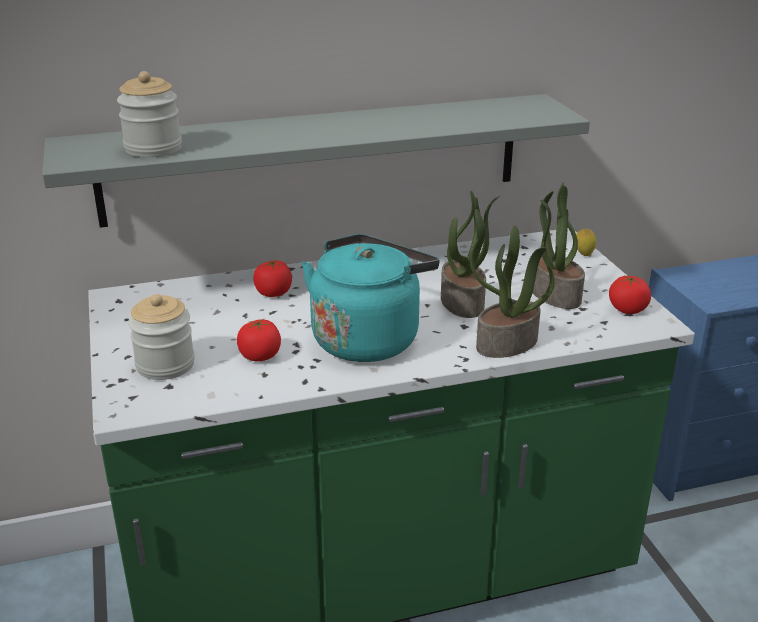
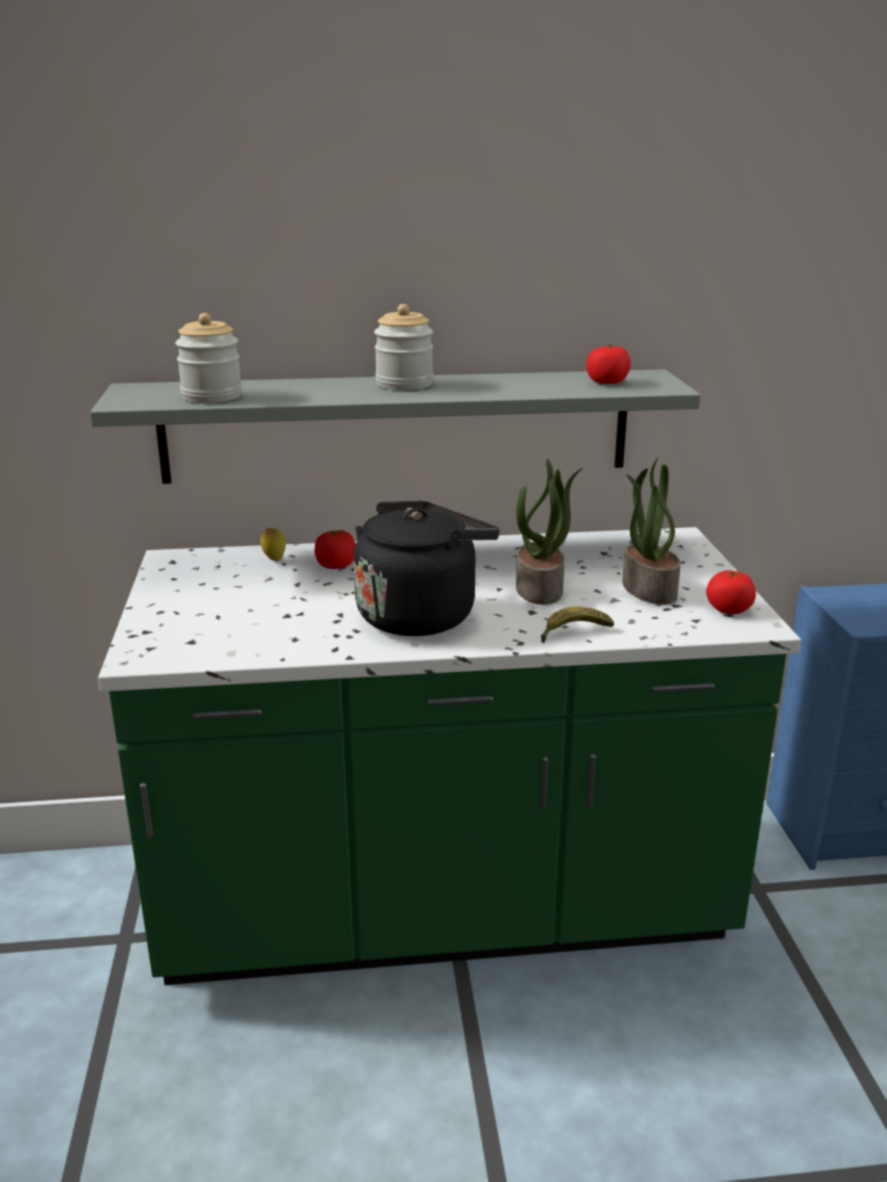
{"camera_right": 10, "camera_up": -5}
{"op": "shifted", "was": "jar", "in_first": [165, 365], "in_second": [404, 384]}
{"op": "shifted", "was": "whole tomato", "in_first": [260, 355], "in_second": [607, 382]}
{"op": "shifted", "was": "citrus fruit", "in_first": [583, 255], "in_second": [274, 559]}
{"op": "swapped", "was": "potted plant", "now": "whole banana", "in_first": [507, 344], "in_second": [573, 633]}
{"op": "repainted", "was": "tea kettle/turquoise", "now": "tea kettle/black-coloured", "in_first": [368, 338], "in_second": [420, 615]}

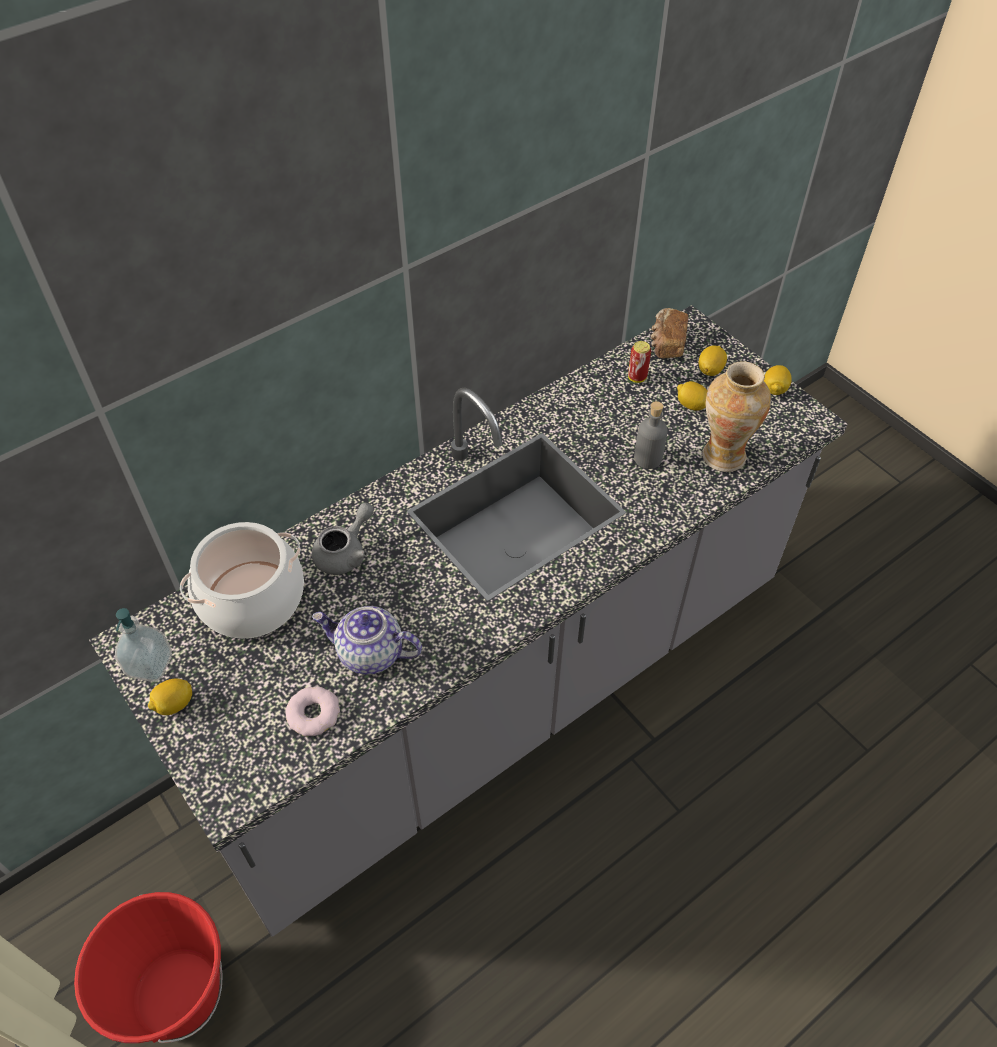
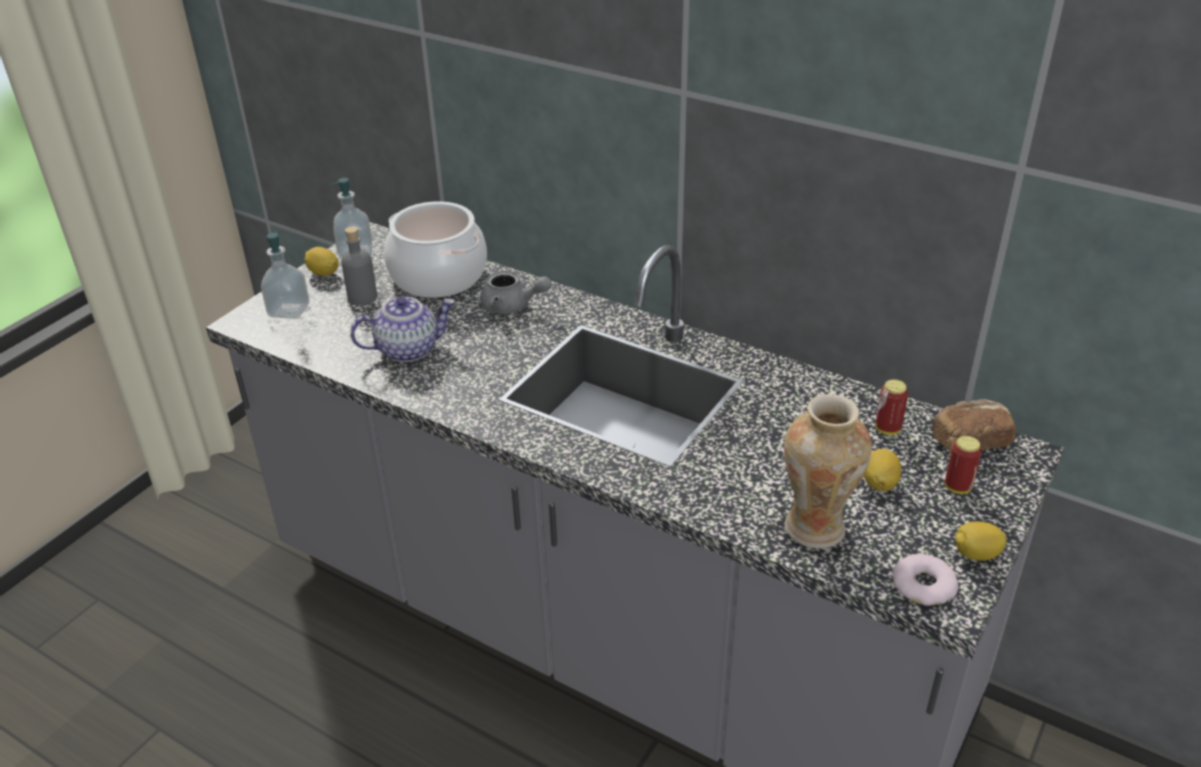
{"camera_right": 70, "camera_up": -15}
{"op": "gone", "was": "water bucket/red", "in_first": [177, 993]}
{"op": "new", "now": "liquid soap bottle", "in_second": [289, 310]}
{"op": "shifted", "was": "doughnut", "in_first": [313, 714], "in_second": [924, 585]}
{"op": "shifted", "was": "beverage bottle/gray", "in_first": [647, 458], "in_second": [362, 297]}
{"op": "swapped", "was": "citrus fruit", "now": "sealed can", "in_first": [710, 370], "in_second": [957, 487]}
{"op": "rotated", "was": "teapot", "in_first": [369, 653], "in_second": [408, 349], "clockwise": 75}

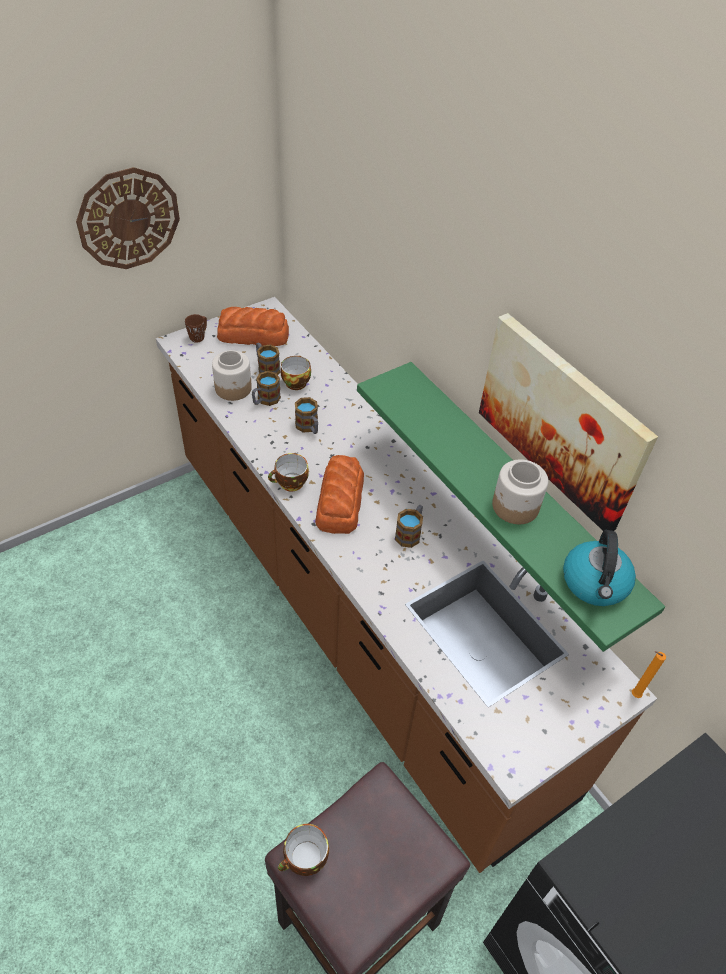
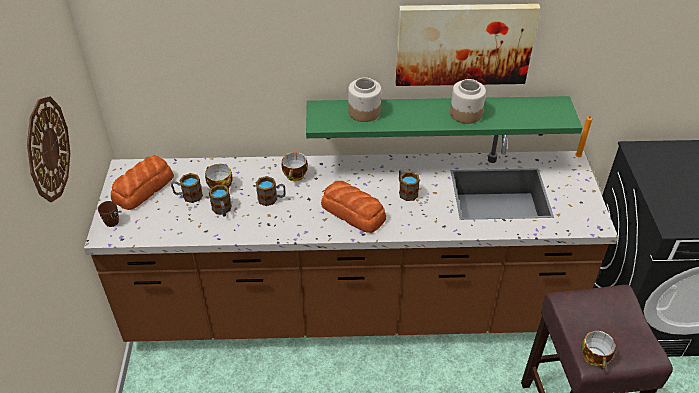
{"camera_right": -55, "camera_up": -5}
{"op": "gone", "was": "tea kettle", "in_first": [595, 583]}
{"op": "shifted", "was": "jar", "in_first": [233, 388], "in_second": [364, 112]}
{"op": "shifted", "was": "small cup", "in_first": [290, 484], "in_second": [295, 176]}

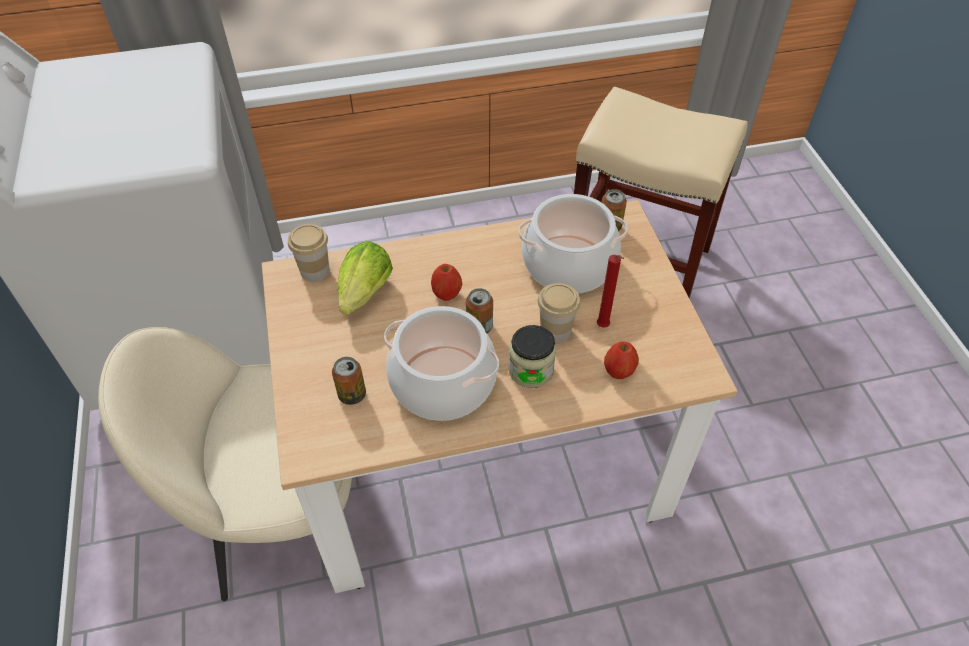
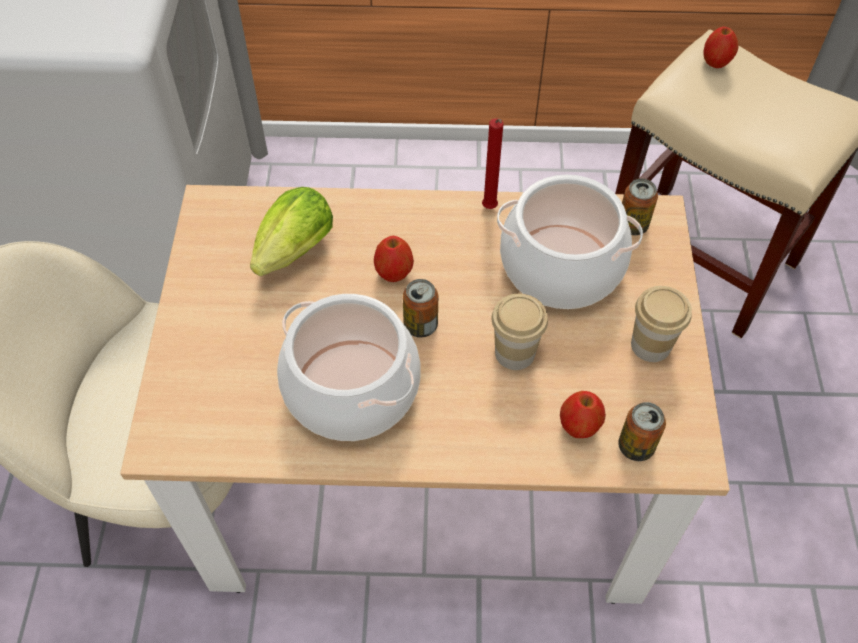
{"camera_right": 15, "camera_up": 5}
{"op": "gone", "was": "jar", "in_first": [531, 370]}
{"op": "new", "now": "apple fruit", "in_second": [716, 62]}
{"op": "shifted", "was": "small cup", "in_first": [315, 271], "in_second": [650, 345]}
{"op": "shifted", "was": "sealed can", "in_first": [352, 395], "in_second": [636, 446]}
{"op": "shifted", "was": "wax candle/red", "in_first": [603, 327], "in_second": [490, 209]}

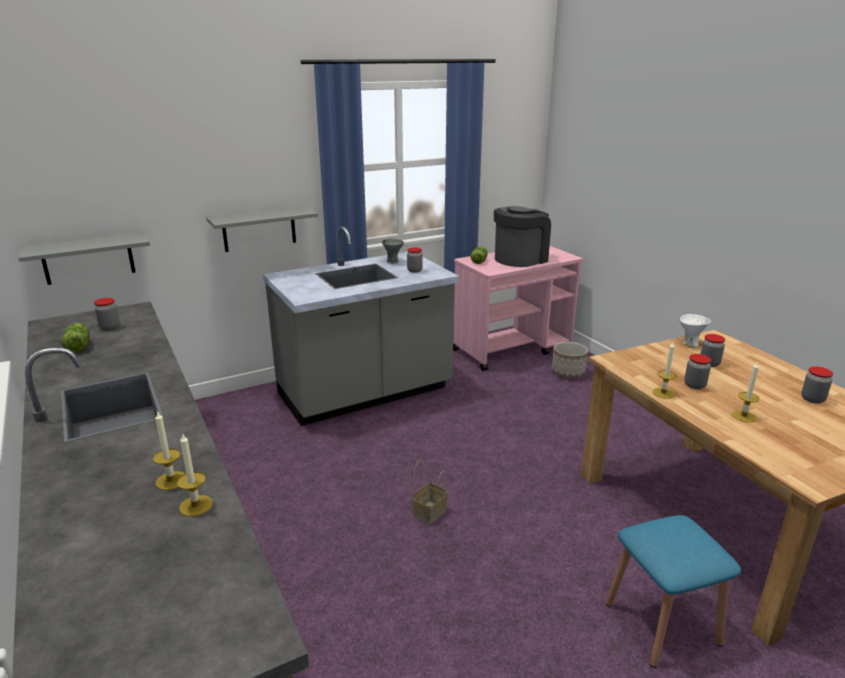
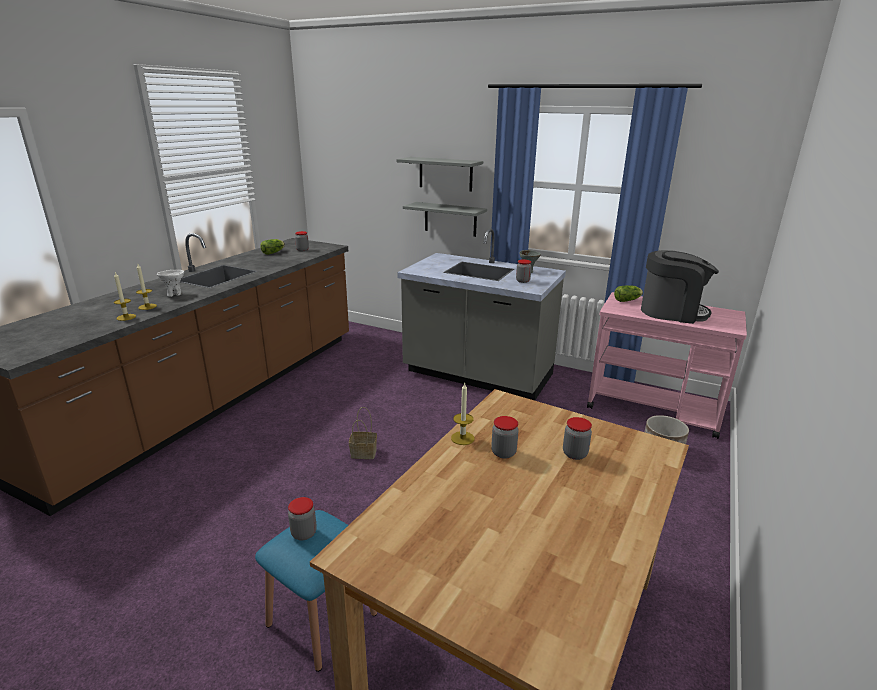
{"camera_right": 55, "camera_up": 0}
{"op": "gone", "was": "wax candle", "in_first": [744, 416]}
{"op": "shifted", "was": "wall shelf/gray", "in_first": [88, 258], "in_second": [445, 174]}
{"op": "shifted", "was": "serving bowl/white", "in_first": [690, 344], "in_second": [174, 294]}
{"op": "shifted", "was": "jar", "in_first": [812, 399], "in_second": [304, 533]}

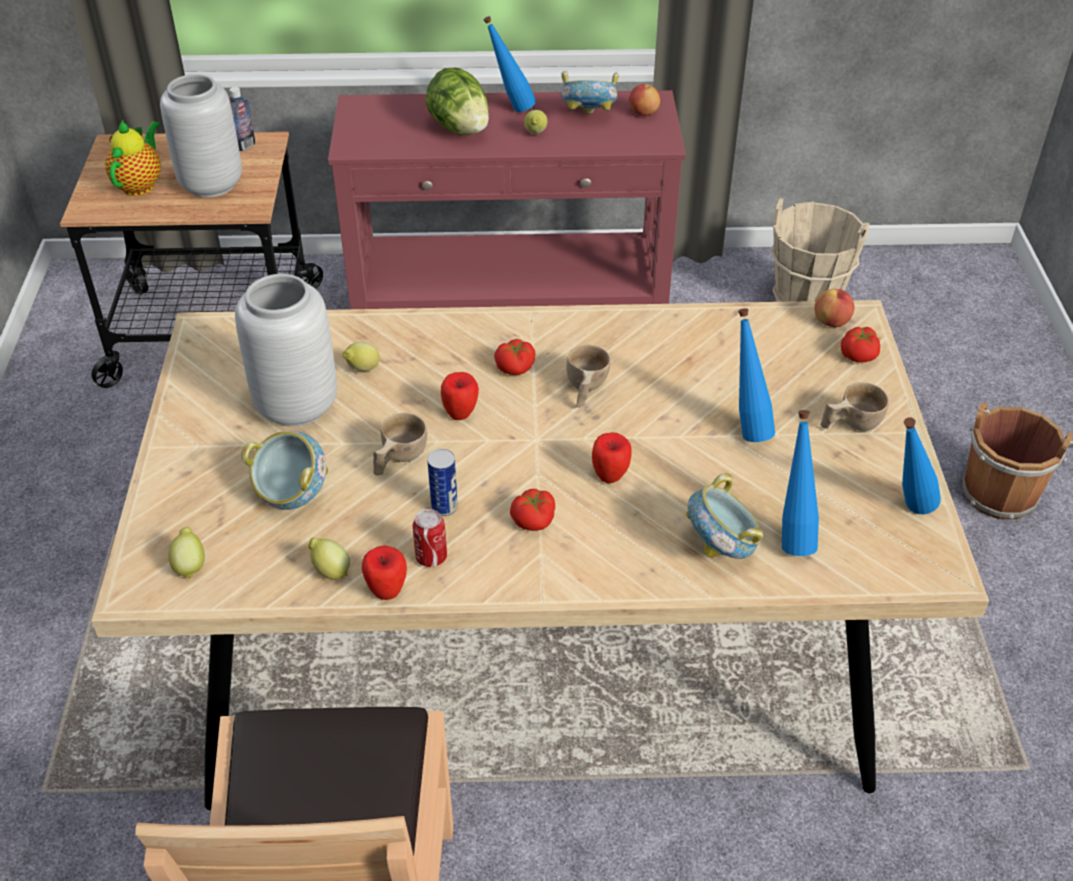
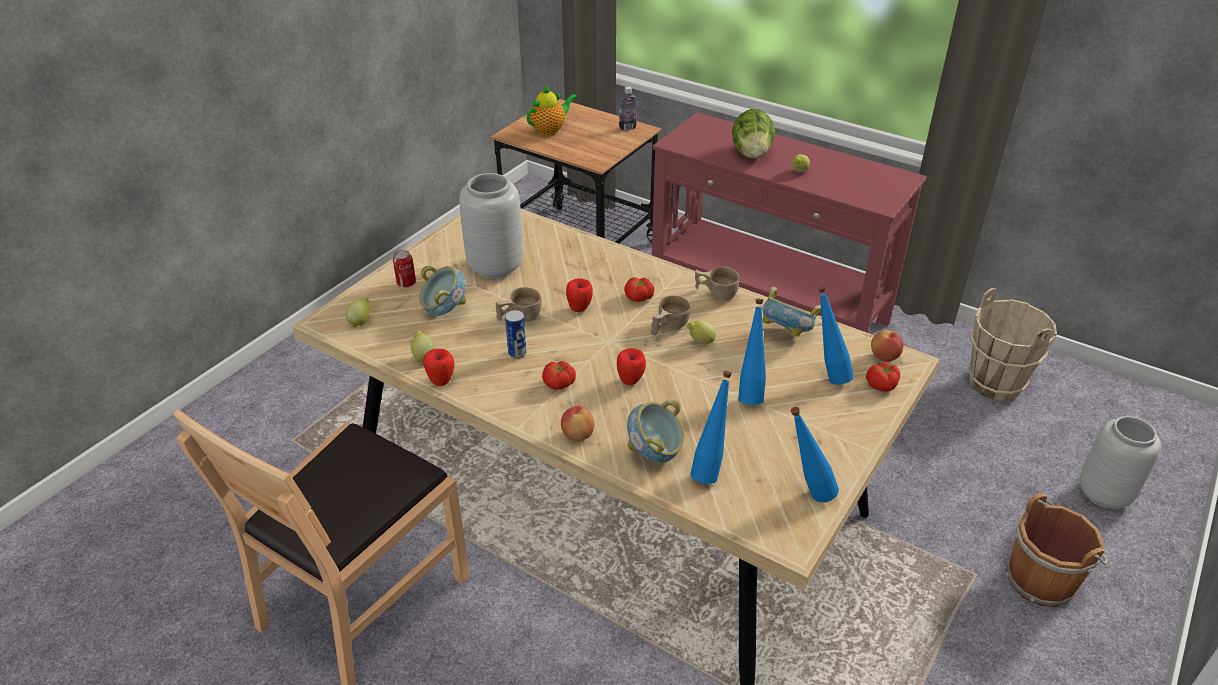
{"camera_right": 35, "camera_up": -5}
{"op": "shifted", "was": "decorative vase/gray", "in_first": [212, 185], "in_second": [1105, 495]}
{"op": "shifted", "was": "citrus fruit", "in_first": [362, 369], "in_second": [700, 342]}
{"op": "shifted", "was": "sealed can", "in_first": [431, 557], "in_second": [406, 283]}
{"op": "shifted", "was": "beverage bottle/blue-coloured", "in_first": [511, 108], "in_second": [827, 375]}
{"op": "shifted", "was": "serving bowl", "in_first": [589, 116], "in_second": [786, 334]}
{"op": "shifted", "was": "apple fruit", "in_first": [643, 113], "in_second": [577, 435]}
{"op": "shifted", "was": "small cup/beige", "in_first": [850, 424], "in_second": [715, 293]}

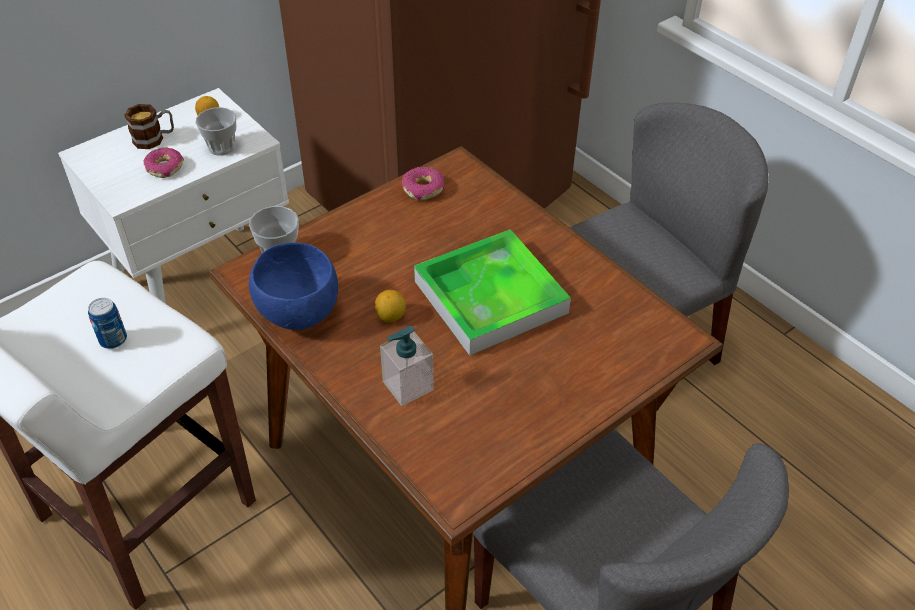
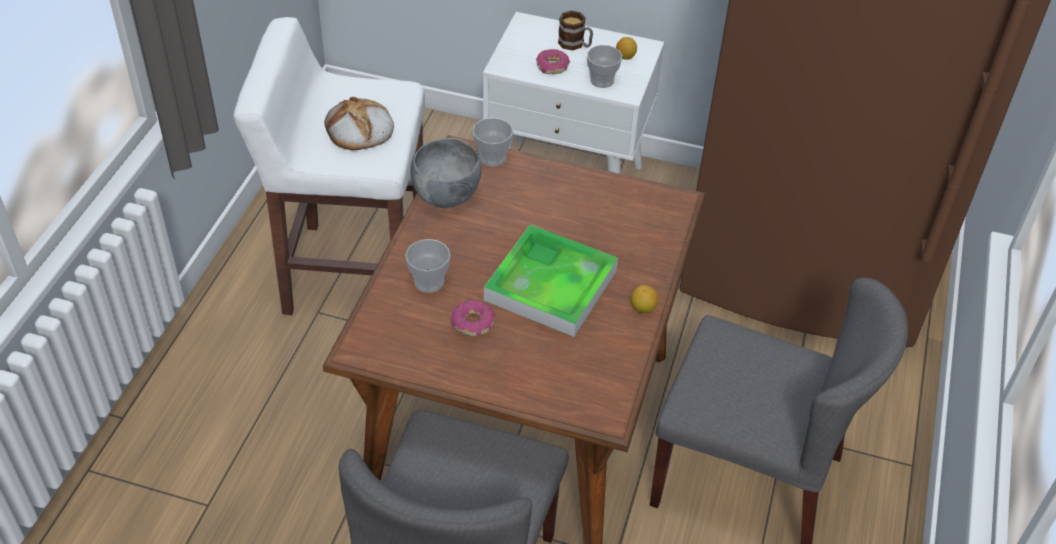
{"camera_right": 55, "camera_up": 0}
{"op": "shifted", "was": "citrus fruit", "in_first": [391, 317], "in_second": [643, 308]}
{"op": "shifted", "was": "doughnut", "in_first": [423, 189], "in_second": [473, 323]}
{"op": "swapped", "was": "sealed can", "now": "bread", "in_first": [113, 340], "in_second": [359, 129]}
{"op": "swapped", "was": "liquid soap bottle", "now": "small cup", "in_first": [407, 386], "in_second": [429, 281]}
{"op": "repainted", "was": "serving bowl/blue-coloured", "now": "serving bowl/gray", "in_first": [298, 314], "in_second": [445, 196]}

